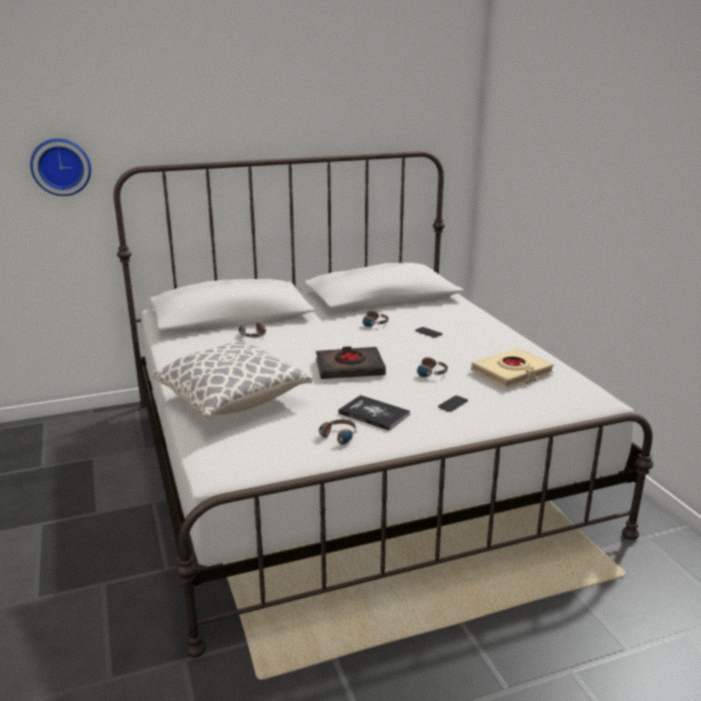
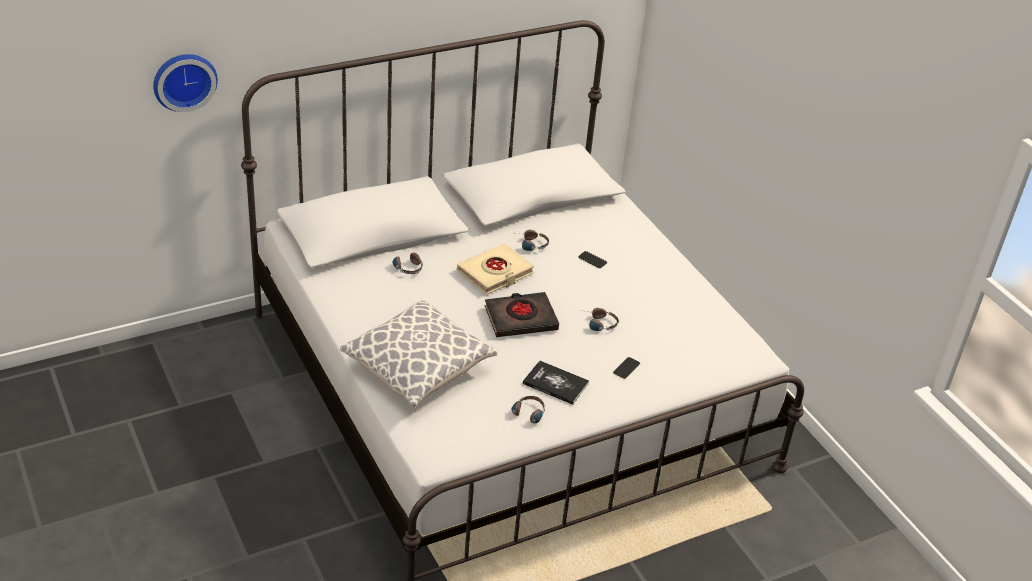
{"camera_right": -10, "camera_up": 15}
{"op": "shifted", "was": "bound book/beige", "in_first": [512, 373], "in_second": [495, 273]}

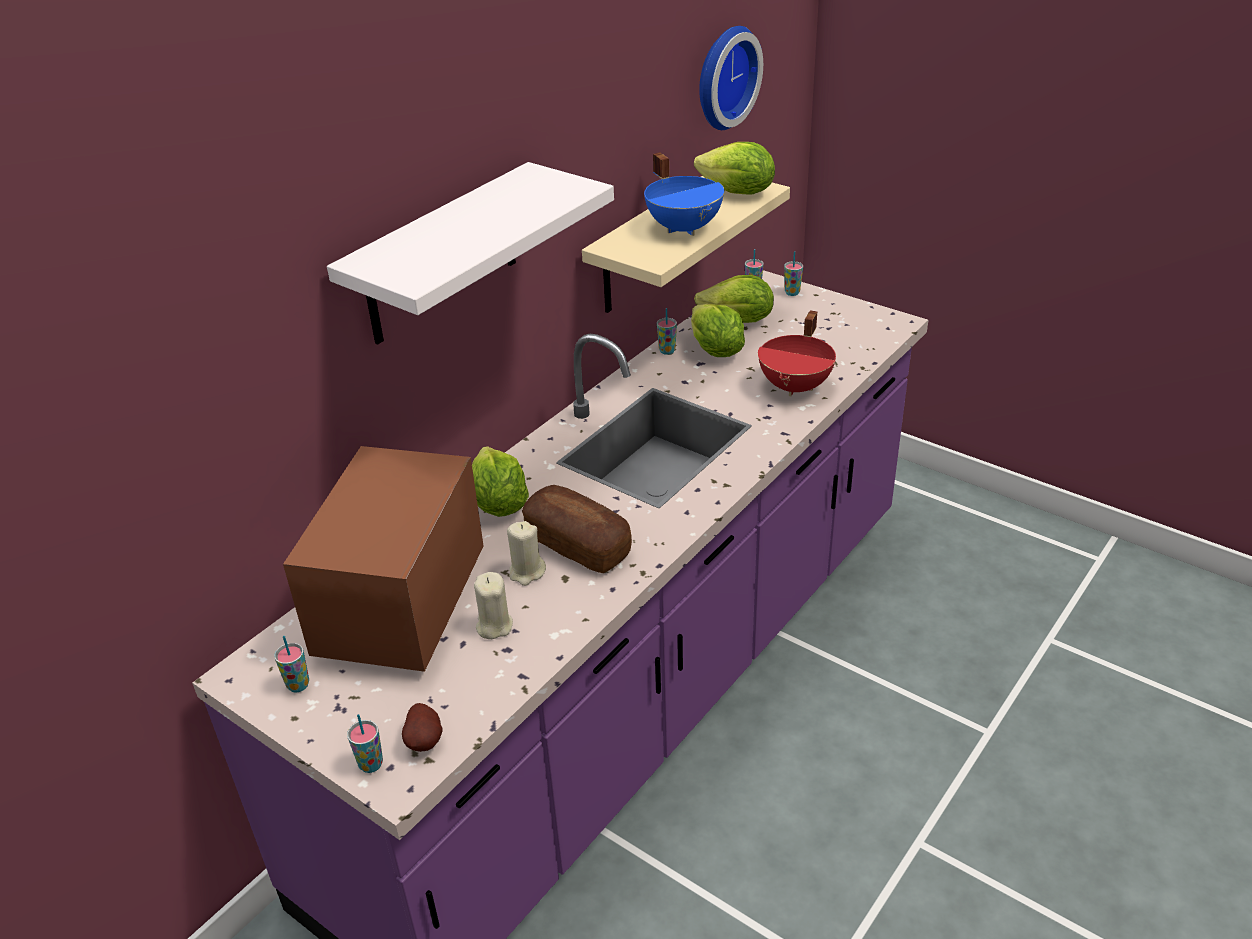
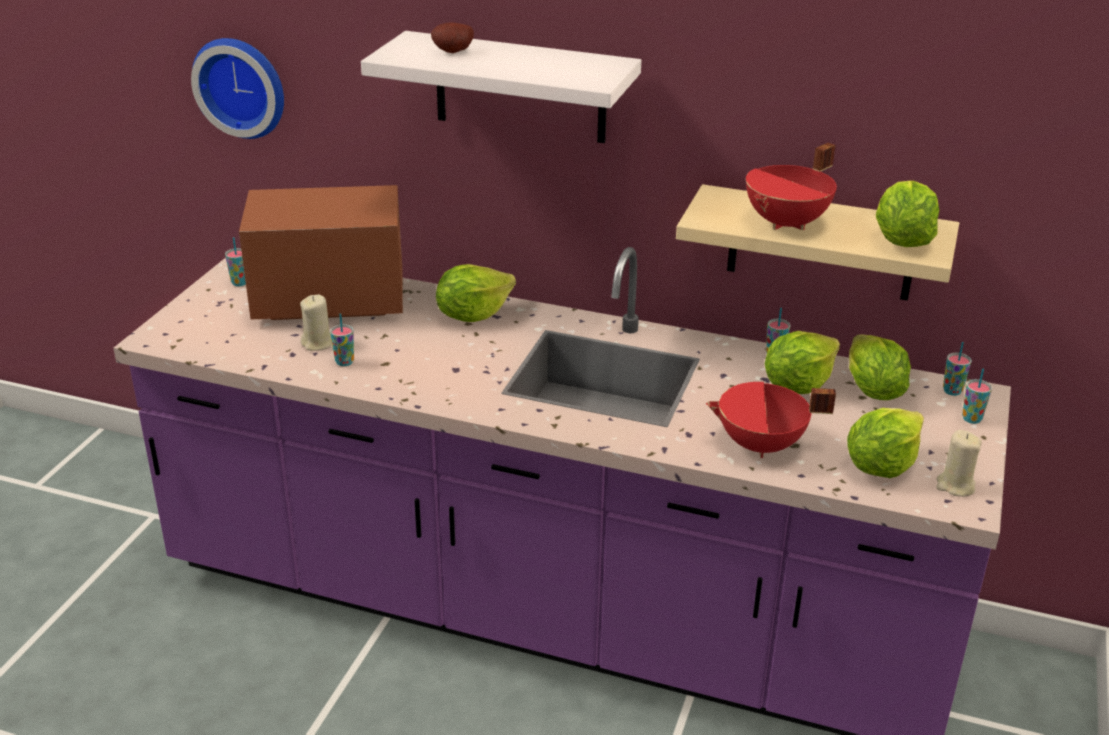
{"camera_right": 70, "camera_up": -5}
{"op": "gone", "was": "bread", "in_first": [577, 545]}
{"op": "new", "now": "lettuce", "in_second": [881, 465]}
{"op": "shifted", "was": "small cup", "in_first": [371, 764], "in_second": [344, 362]}
{"op": "shifted", "was": "whole potato", "in_first": [426, 741], "in_second": [454, 52]}
{"op": "shifted", "was": "wax candle/beige", "in_first": [527, 572], "in_second": [955, 486]}
{"op": "shifted", "was": "wall clock", "in_first": [722, 77], "in_second": [242, 86]}
{"op": "repainted", "was": "stockpot/blue-coloured", "now": "stockpot/red", "in_first": [685, 228], "in_second": [788, 223]}

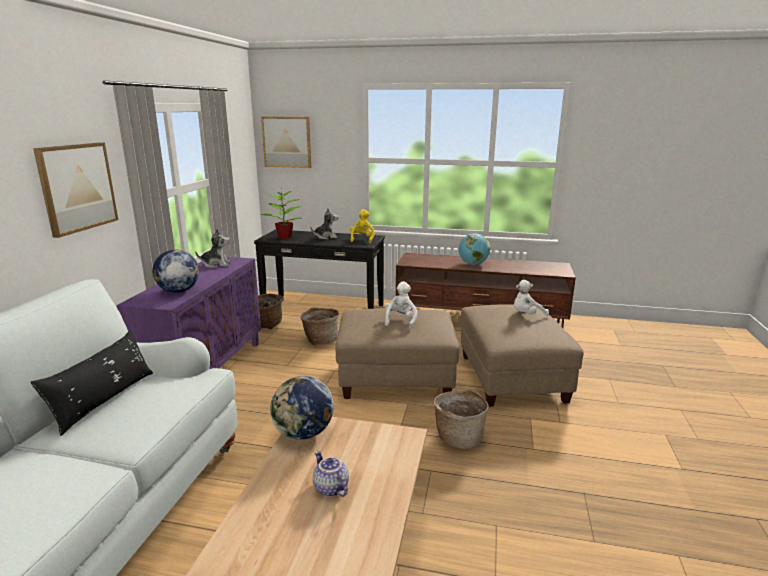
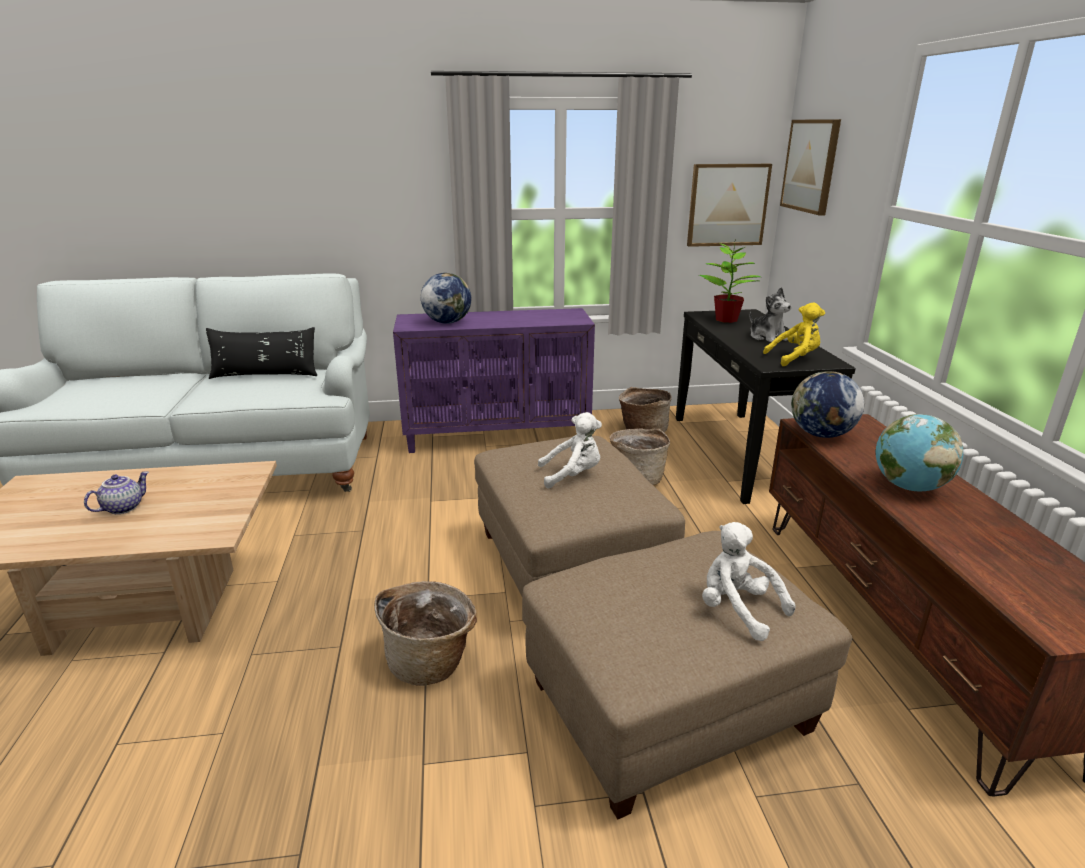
{"camera_right": 70, "camera_up": 5}
{"op": "gone", "was": "soft toy", "in_first": [216, 264]}
{"op": "shifted", "was": "wall picture", "in_first": [77, 187], "in_second": [727, 205]}
{"op": "shifted", "was": "globe", "in_first": [303, 433], "in_second": [820, 434]}

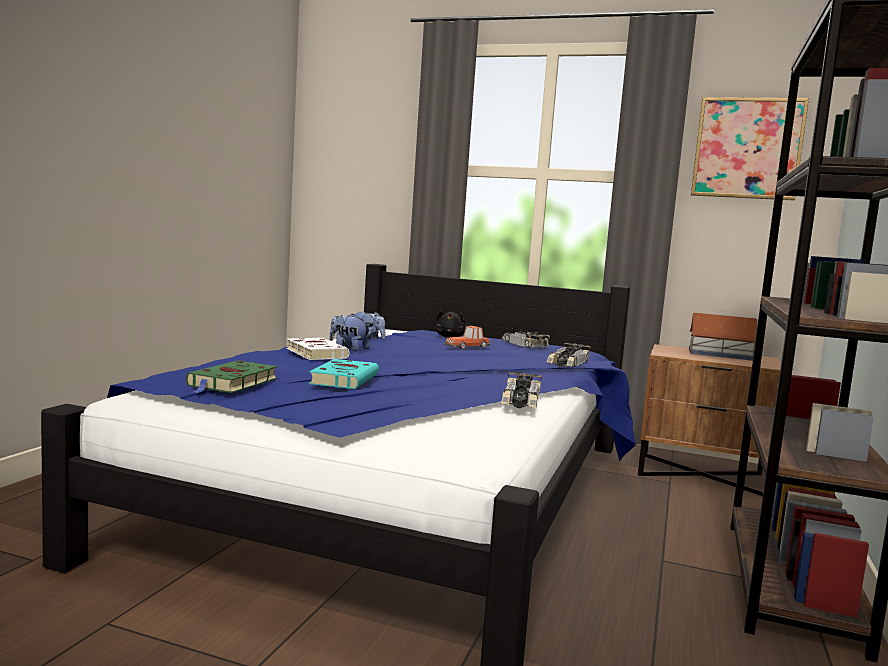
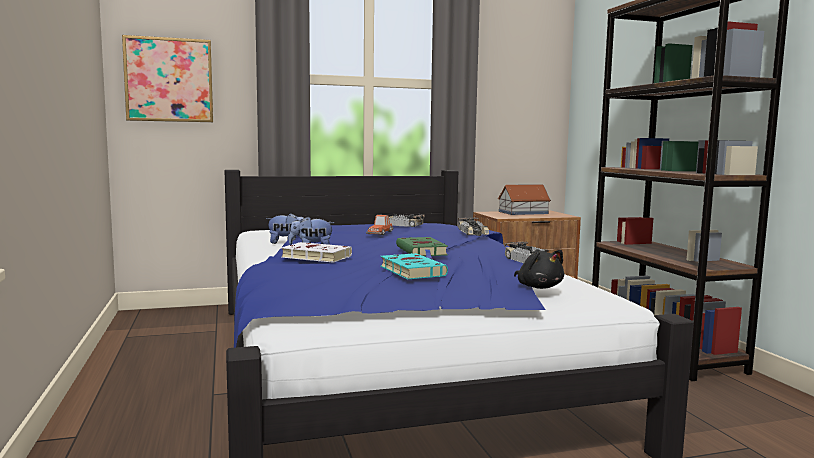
{"camera_right": -35, "camera_up": 0}
{"op": "shifted", "was": "bound book/green", "in_first": [232, 383], "in_second": [422, 251]}
{"op": "shifted", "was": "soft toy/black-coloured", "in_first": [450, 337], "in_second": [538, 287]}
{"op": "shifted", "was": "wall picture", "in_first": [747, 148], "in_second": [169, 80]}

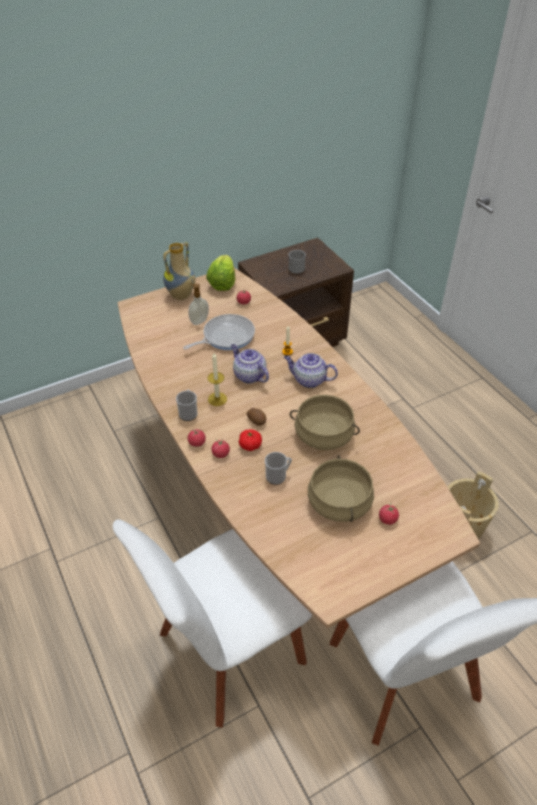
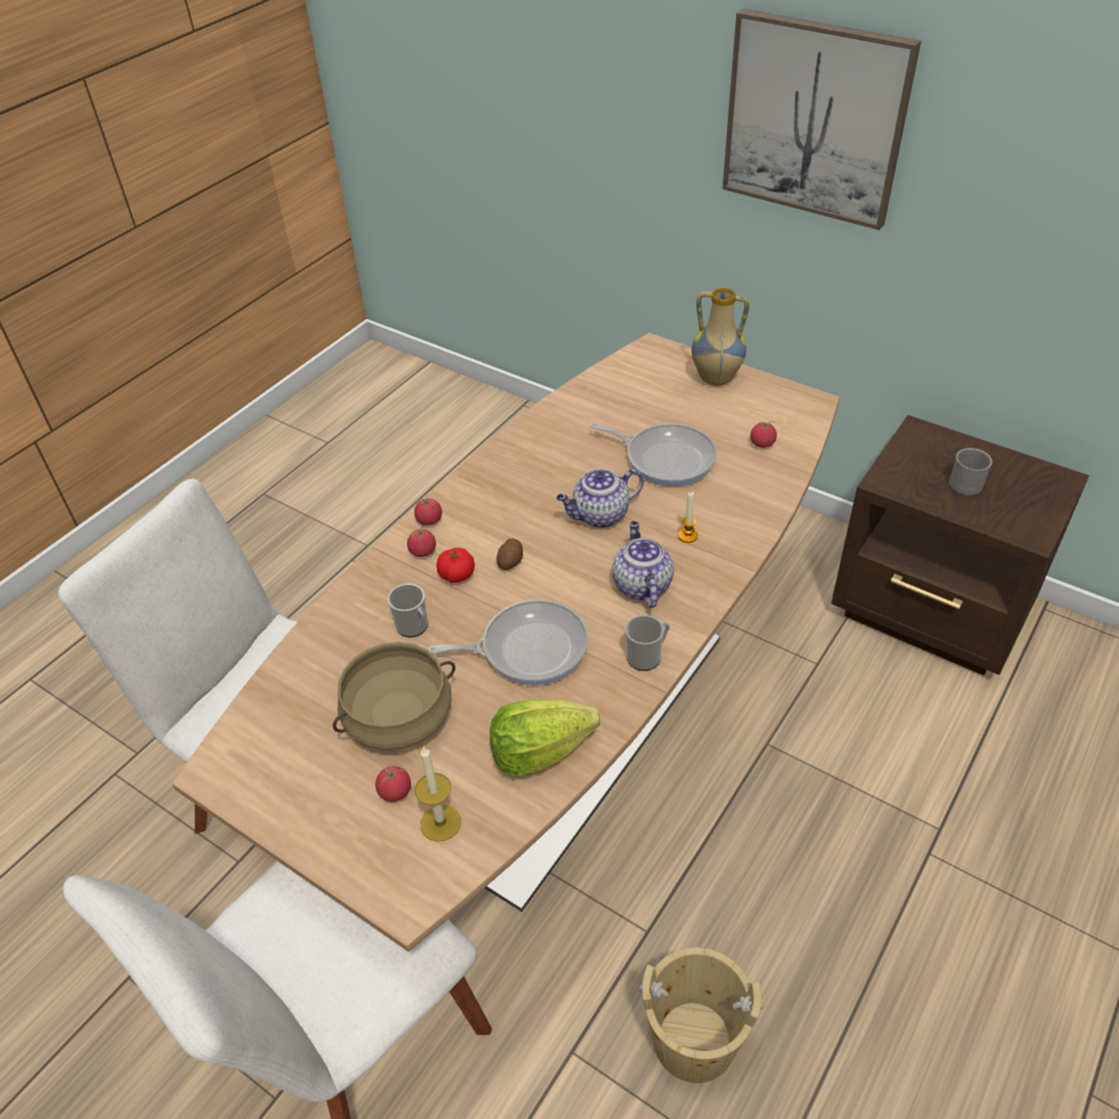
{"camera_right": 65, "camera_up": 0}
{"op": "gone", "was": "liquid soap bottle", "in_first": [199, 321]}
{"op": "new", "now": "wall picture", "in_second": [815, 119]}
{"op": "shifted", "was": "tea mug", "in_first": [188, 412], "in_second": [647, 656]}
{"op": "shifted", "was": "lettuce", "in_first": [222, 283], "in_second": [540, 752]}
{"op": "shifted", "was": "wax candle", "in_first": [217, 399], "in_second": [440, 823]}
{"op": "swapped", "was": "stockpot/beige", "now": "skillet", "in_first": [323, 435], "in_second": [528, 648]}
{"op": "rotated", "was": "teapot", "in_first": [249, 375], "in_second": [600, 516], "clockwise": -135}

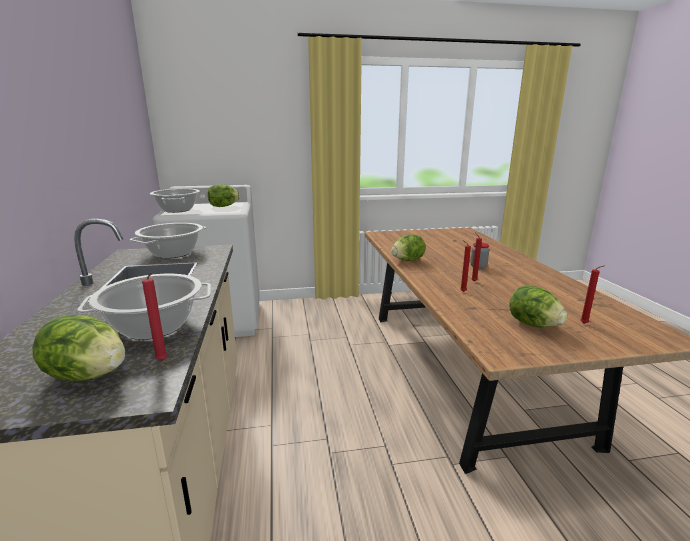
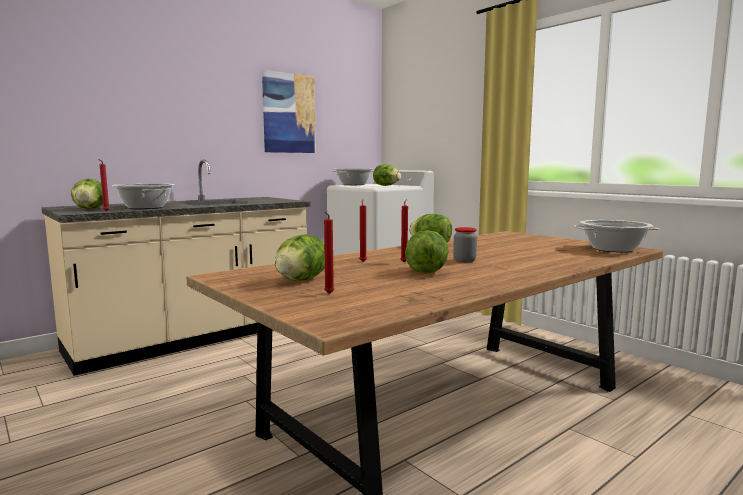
{"camera_right": 60, "camera_up": -10}
{"op": "new", "now": "wall picture", "in_second": [289, 113]}
{"op": "new", "now": "lettuce", "in_second": [426, 272]}
{"op": "shifted", "was": "stockpot", "in_first": [173, 253], "in_second": [613, 249]}

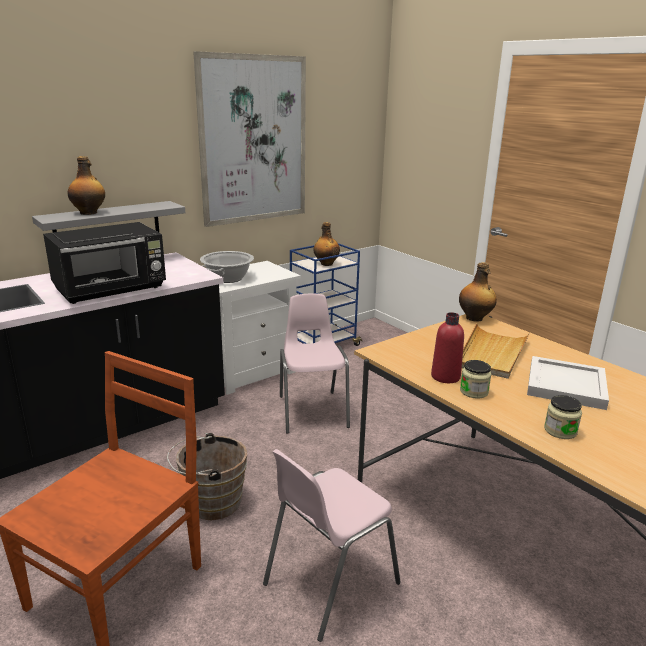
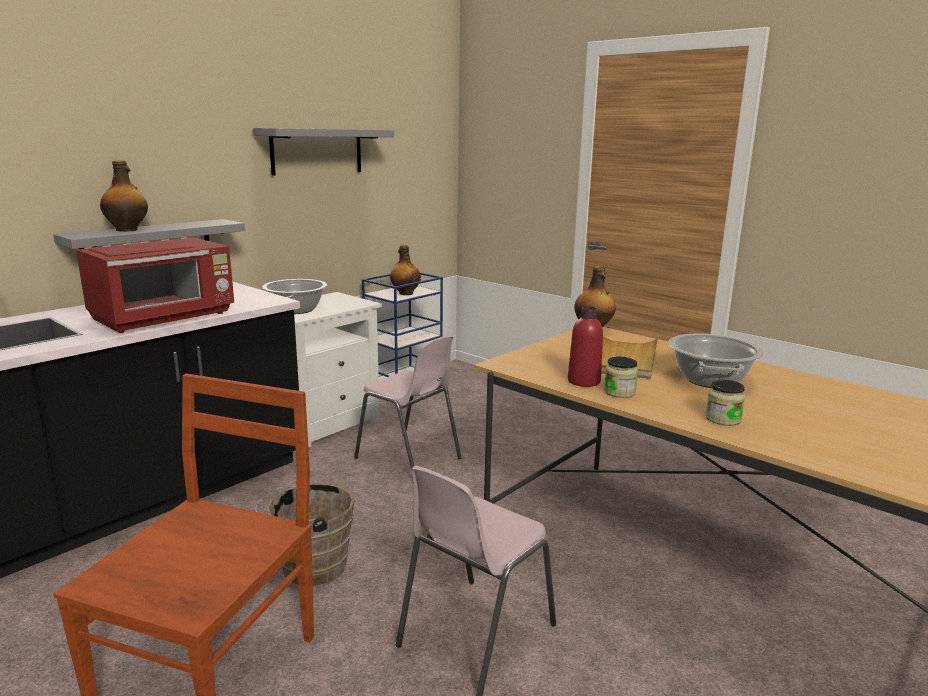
{"camera_right": -10, "camera_up": -5}
{"op": "swapped", "was": "wall picture", "now": "wall shelf/gray", "in_first": [253, 140], "in_second": [317, 151]}
{"op": "swapped", "was": "carrying tray/white", "now": "stockpot", "in_first": [564, 384], "in_second": [710, 380]}
{"op": "repainted", "was": "kitchen microwave/black-coloured", "now": "kitchen microwave/red", "in_first": [112, 290], "in_second": [165, 318]}
{"op": "rotated", "was": "chair/pink-coloured", "in_first": [312, 411], "in_second": [409, 458], "clockwise": 150}

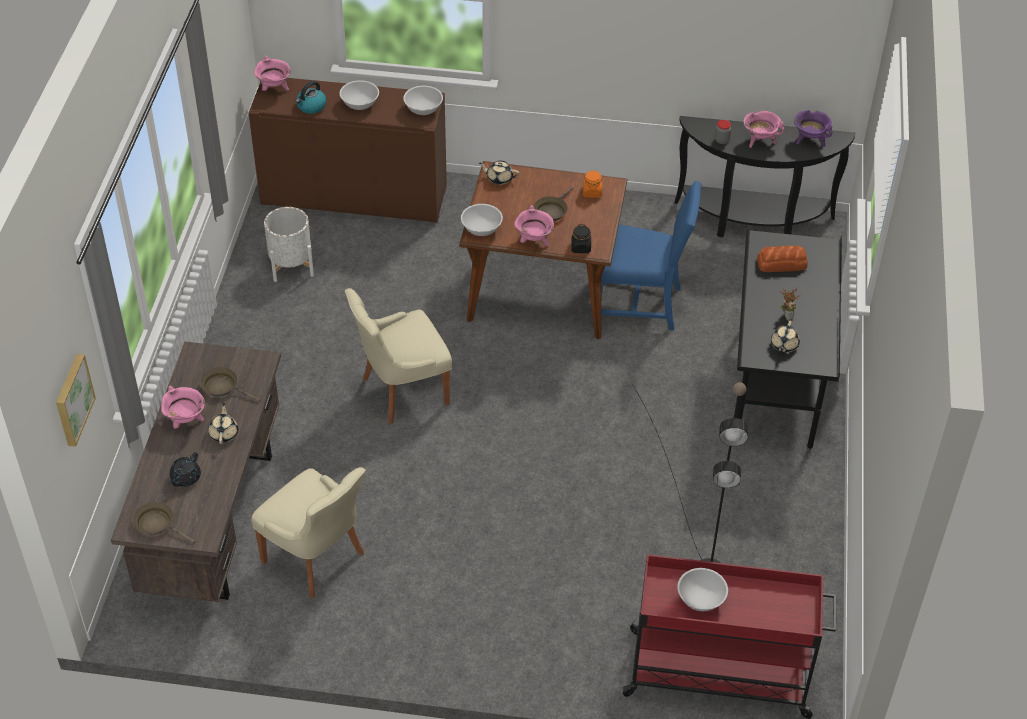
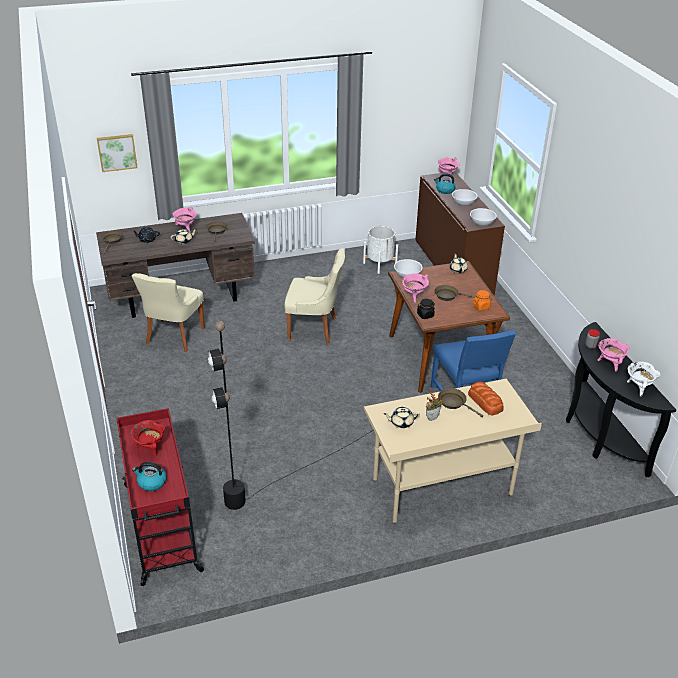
{"camera_right": 65, "camera_up": -10}
{"op": "new", "now": "tea kettle", "in_second": [151, 482]}
{"op": "new", "now": "skillet/brown-coloured", "in_second": [454, 403]}
{"op": "swapped", "was": "serving bowl/white", "now": "stockpot/red", "in_first": [701, 598], "in_second": [150, 448]}
{"op": "repainted", "was": "desk unit/black-coloured", "now": "desk unit/beige", "in_first": [775, 387], "in_second": [442, 489]}
{"op": "repainted", "was": "stockpot/purple-coloured", "now": "stockpot/white", "in_first": [810, 141], "in_second": [638, 388]}
{"op": "rotated", "was": "chair/beige", "in_first": [402, 391], "in_second": [314, 329], "clockwise": 150}

